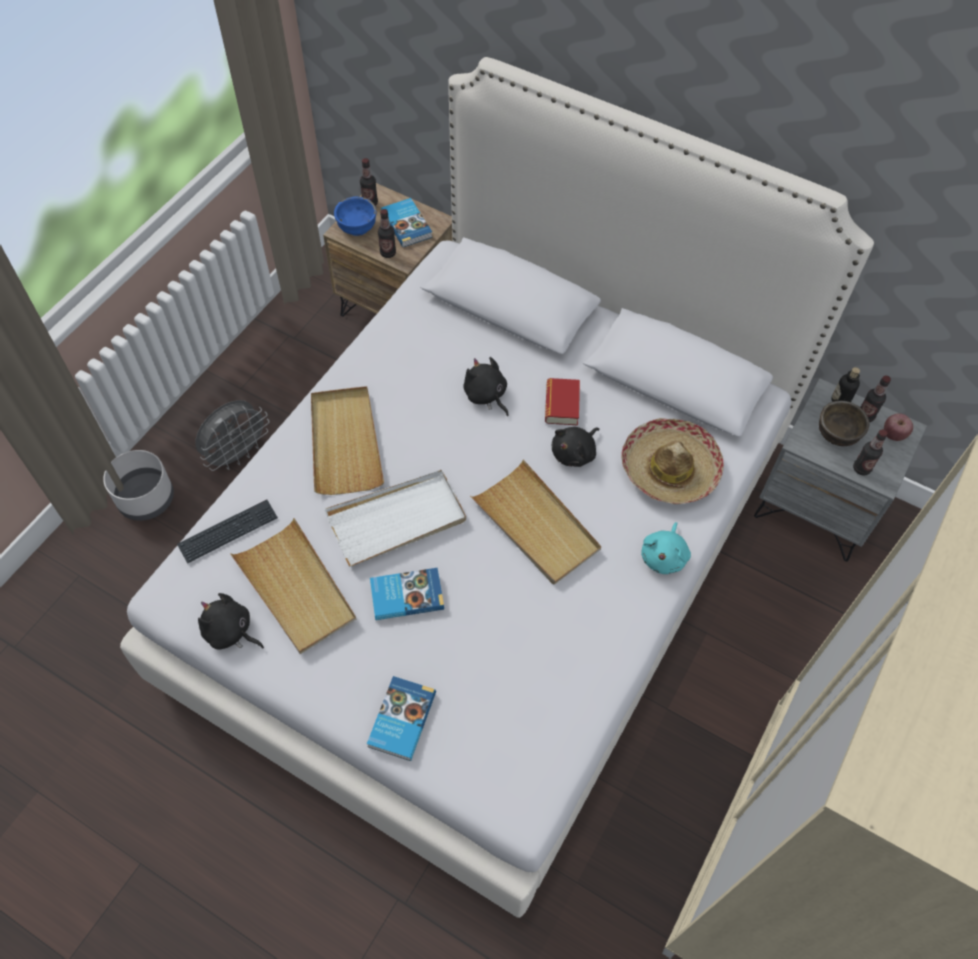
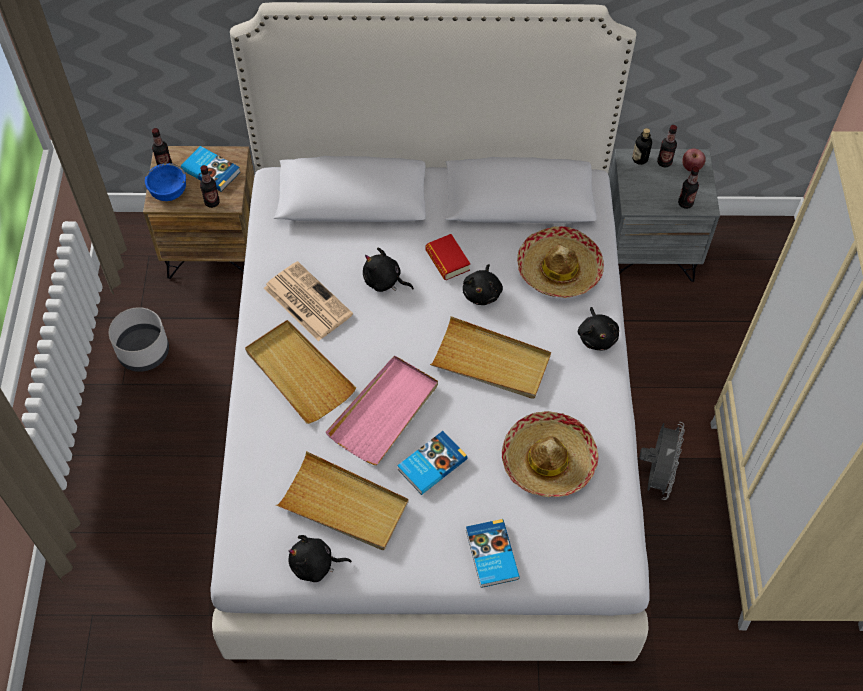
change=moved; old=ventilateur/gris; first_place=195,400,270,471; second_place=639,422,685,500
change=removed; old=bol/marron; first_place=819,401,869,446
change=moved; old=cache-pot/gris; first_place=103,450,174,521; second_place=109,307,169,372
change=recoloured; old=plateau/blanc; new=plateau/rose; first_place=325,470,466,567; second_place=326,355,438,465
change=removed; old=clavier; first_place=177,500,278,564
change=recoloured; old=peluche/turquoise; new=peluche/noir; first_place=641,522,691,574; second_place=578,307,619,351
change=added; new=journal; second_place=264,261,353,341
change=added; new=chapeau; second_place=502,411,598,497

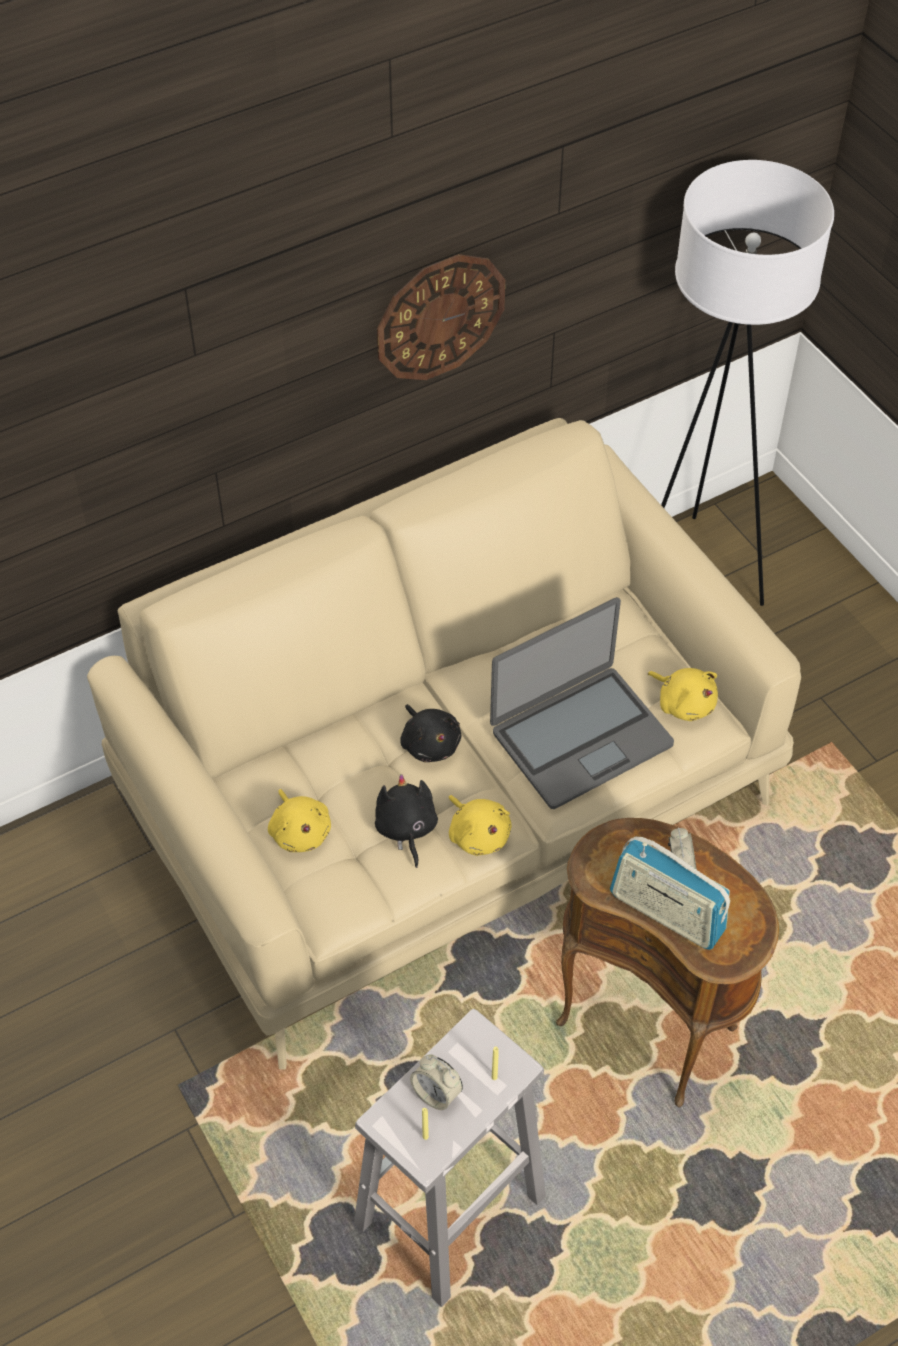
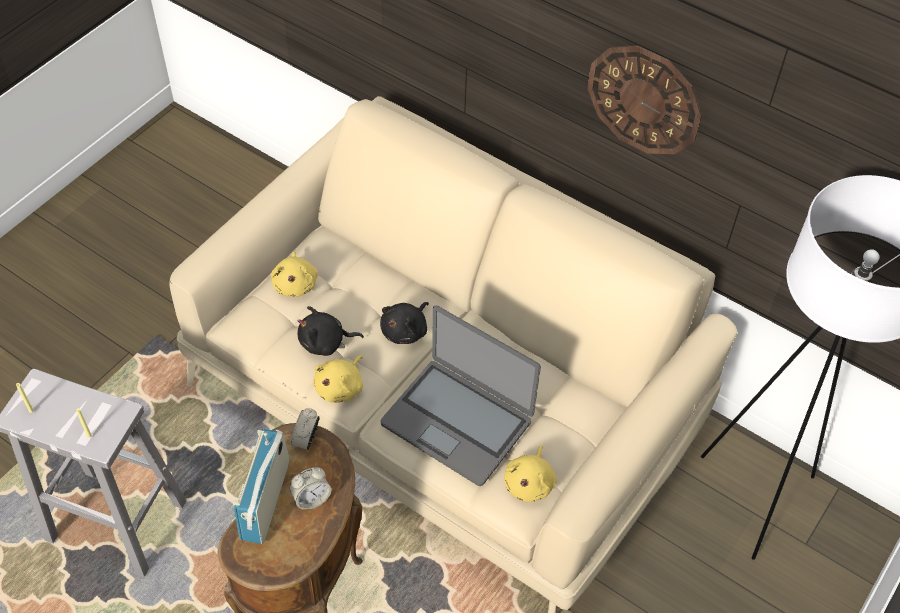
change=turned; old=peluche/noir; first_place=375,774,438,868; second_place=298,306,364,356; degrees=-150
change=turned; old=peluche/jaune; first_place=268,789,331,852; second_place=271,251,318,297; degrees=-45
change=moved; old=réveil; first_place=410,1054,463,1111; second_place=290,408,320,450

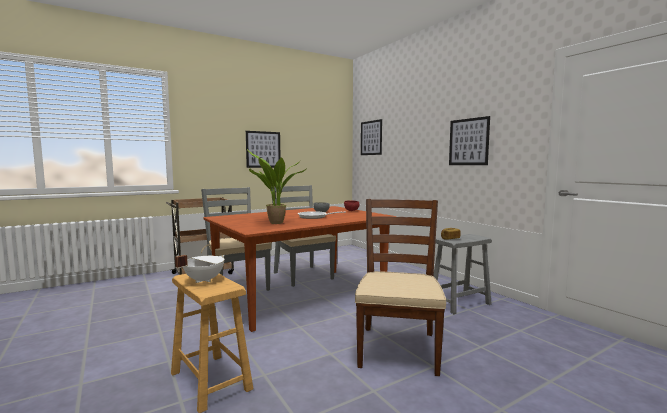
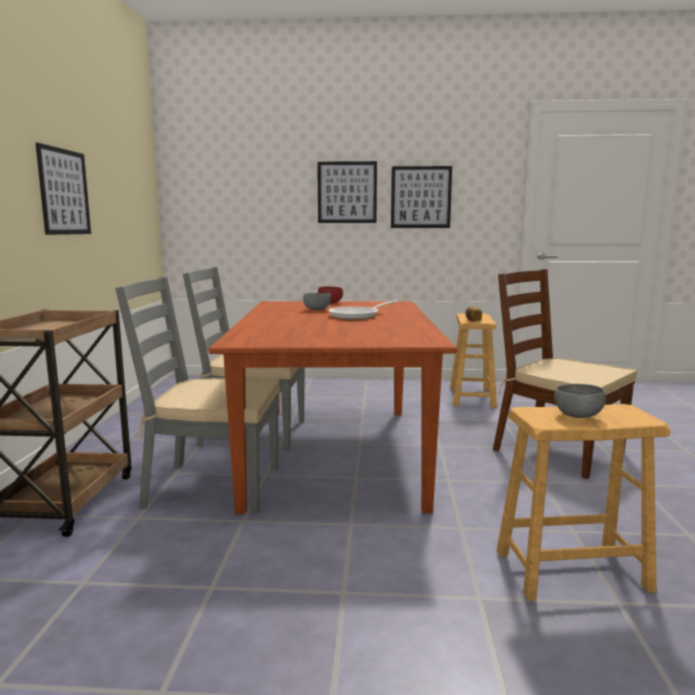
change=moved; old=tableau; first_place=361,119,382,155; second_place=317,161,377,223
change=removed; old=plante en pot; first_place=247,149,307,224
change=recoloured; old=tabouret/gris; new=tabouret/marron; first_place=434,234,492,314; second_place=450,313,497,408
change=replaced; old=marmite/blanc; new=bol/gris; first_place=175,255,225,283; second_place=554,384,606,418

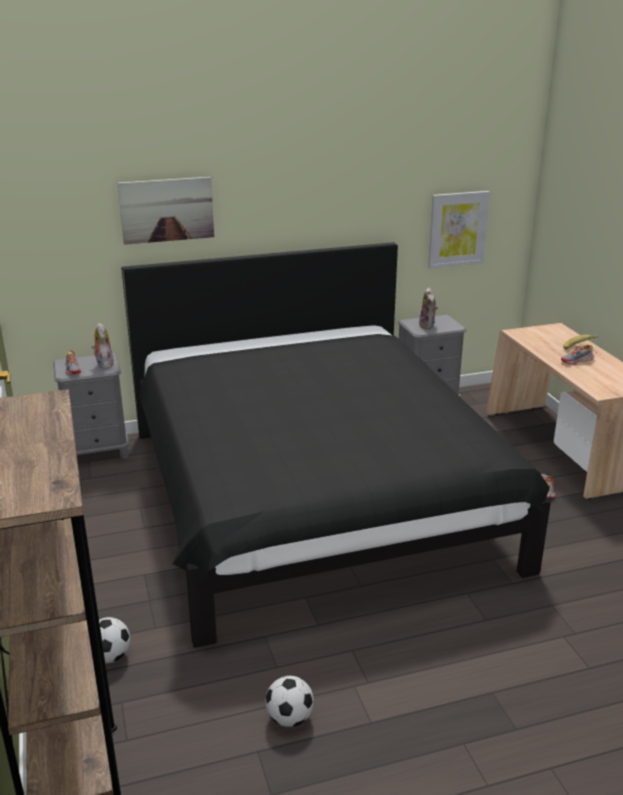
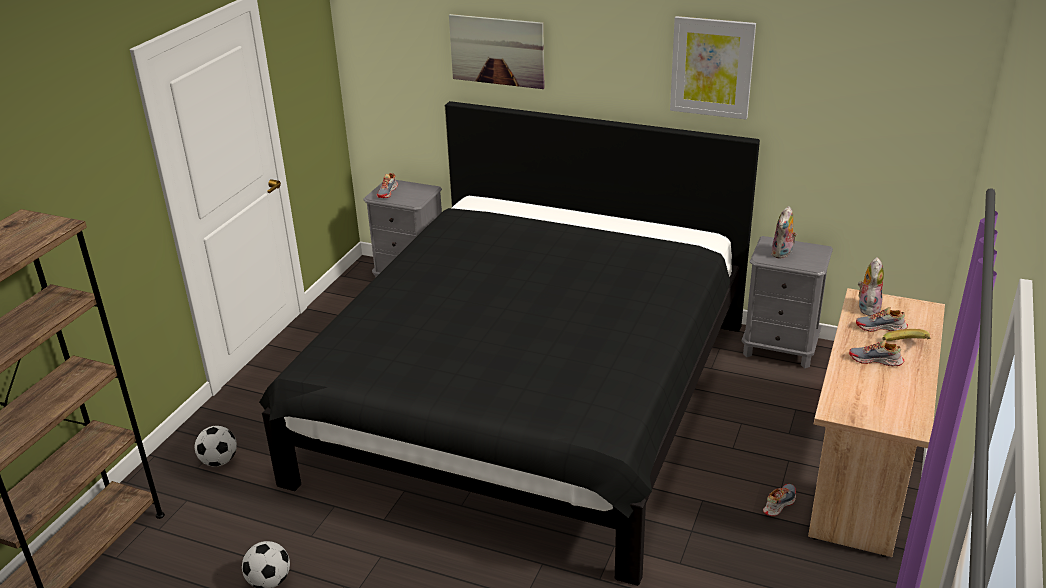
change=moved; old=tableau; first_place=428,191,490,269; second_place=670,16,756,119
change=moved; old=peluche; first_place=92,323,114,368; second_place=858,257,884,316
change=added; new=chaussure; second_place=856,307,908,332

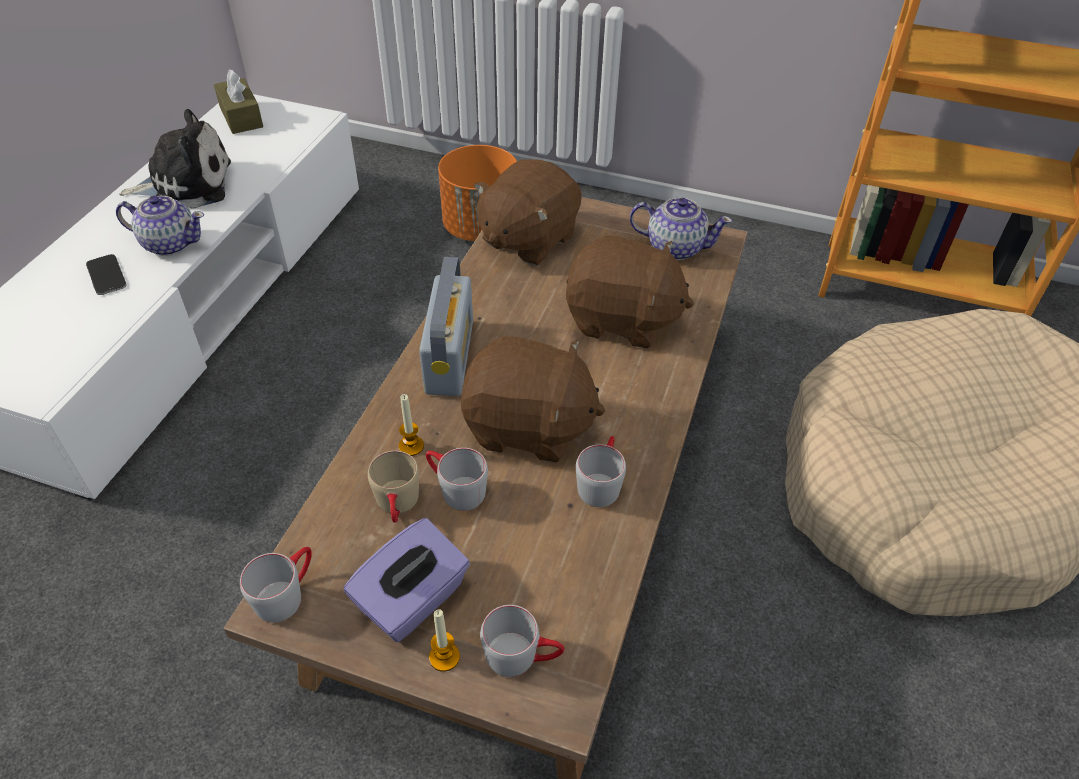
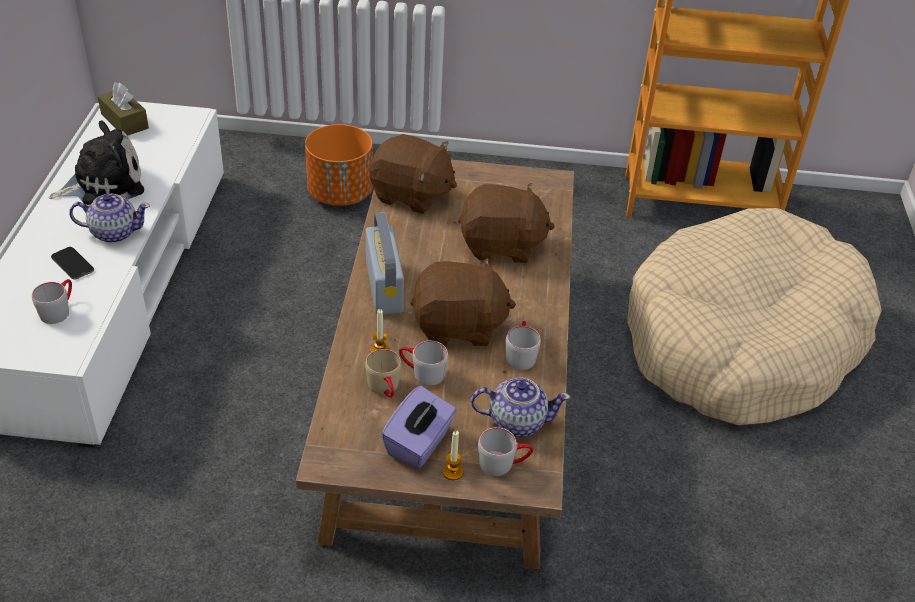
change=turned; old=peluche/marron; first_place=474,160,582,265; second_place=369,134,457,214; degrees=-90
change=moved; old=théière; first_place=630,198,732,260; second_place=471,378,571,437
change=moved; old=mug/gris; first_place=240,547,312,623; second_place=32,279,72,324

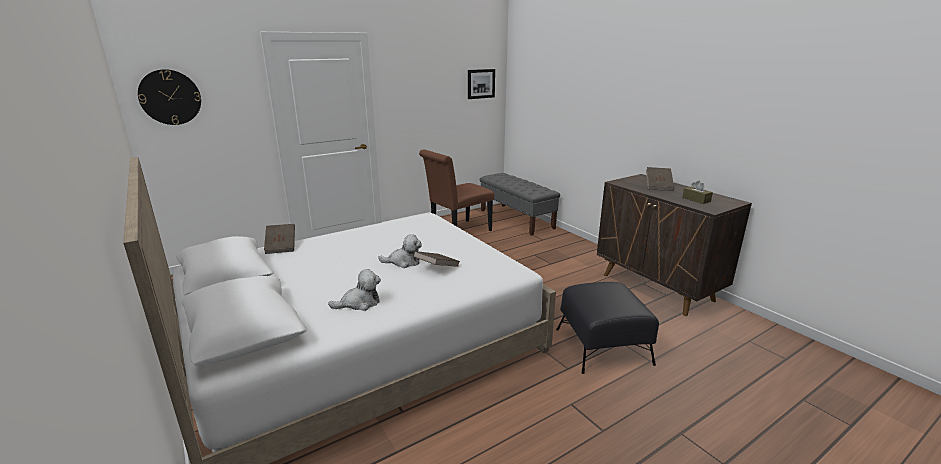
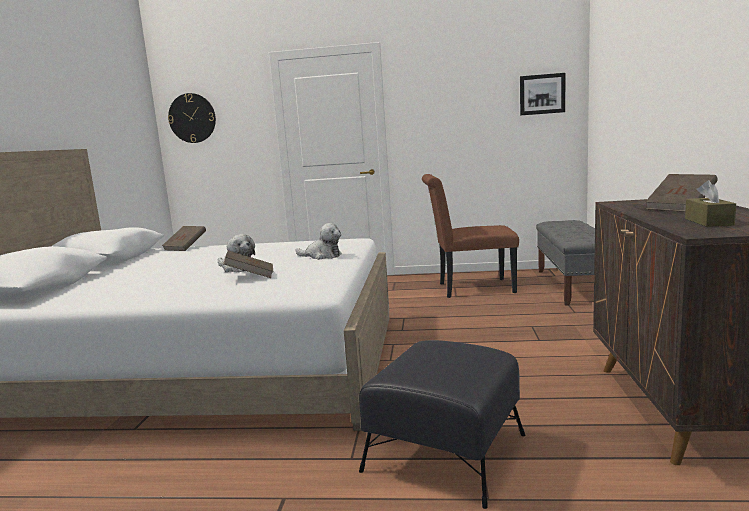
change=moved; old=peluche; first_place=328,269,381,311; second_place=295,223,342,260

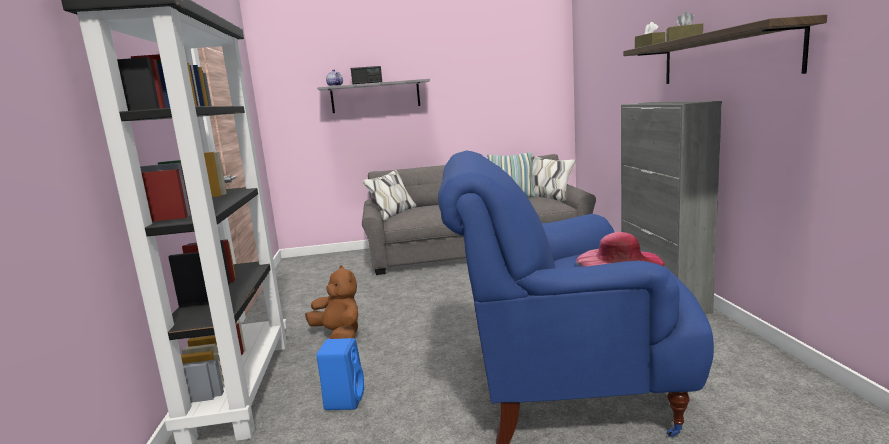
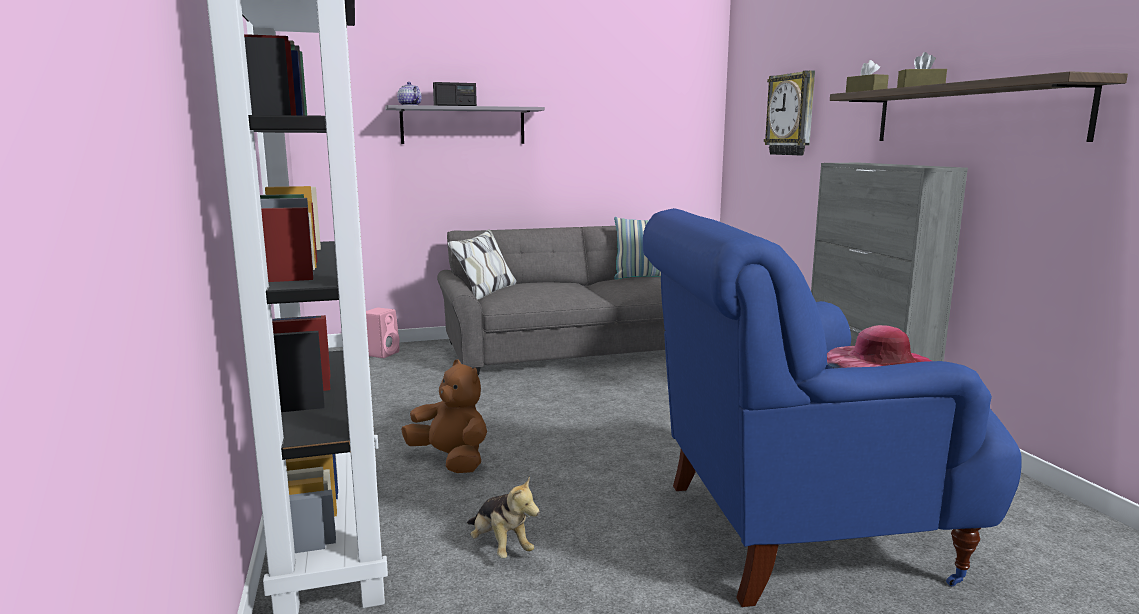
change=replaced; old=enceinte/bleu; new=peluche; first_place=316,338,364,410; second_place=467,476,540,558
change=added; new=horloge murale; second_place=764,70,815,156
change=added; new=enceinte/rose; second_place=366,308,400,358

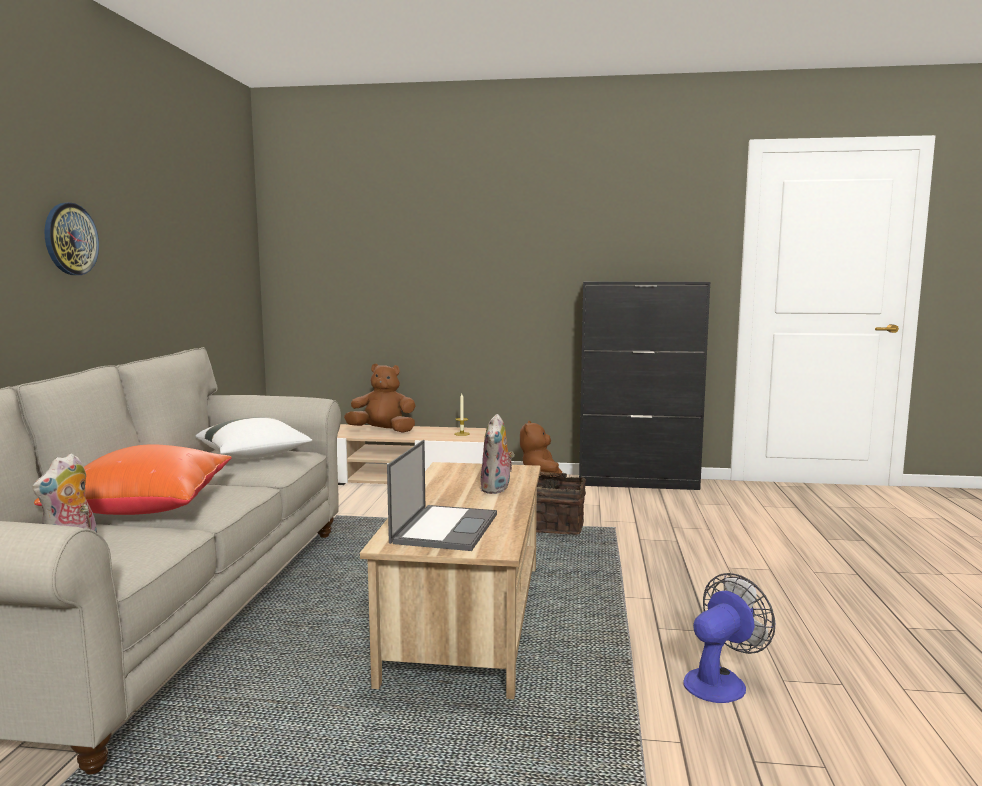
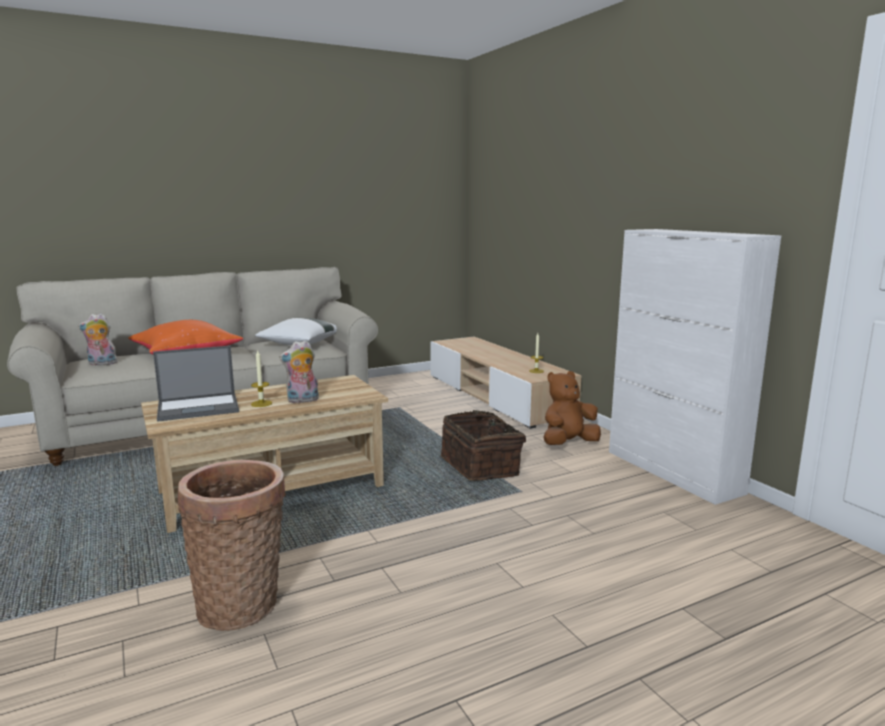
change=removed; old=horloge murale; first_place=45,203,99,275
change=recoloured; old=meuble de rangement/noir; new=meuble de rangement/blanc; first_place=579,281,710,490; second_place=609,229,781,505
change=removed; old=peluche/marron; first_place=344,363,416,433
change=replaced; old=ventilateur; new=panier; first_place=684,573,775,703; second_place=177,460,286,631
change=added; new=bougie; second_place=251,351,272,407

